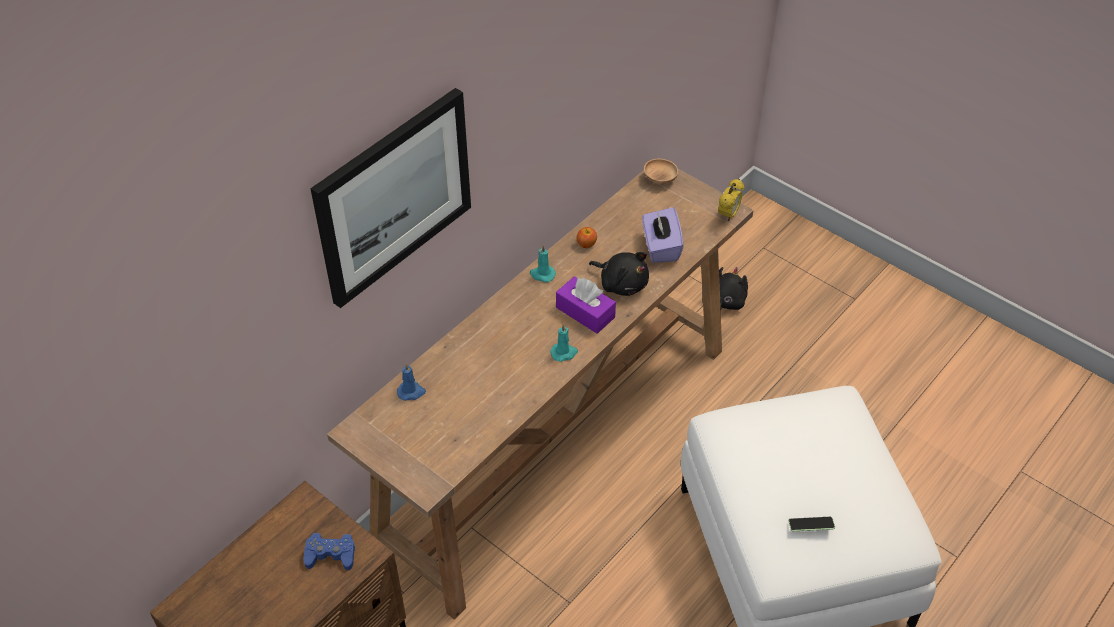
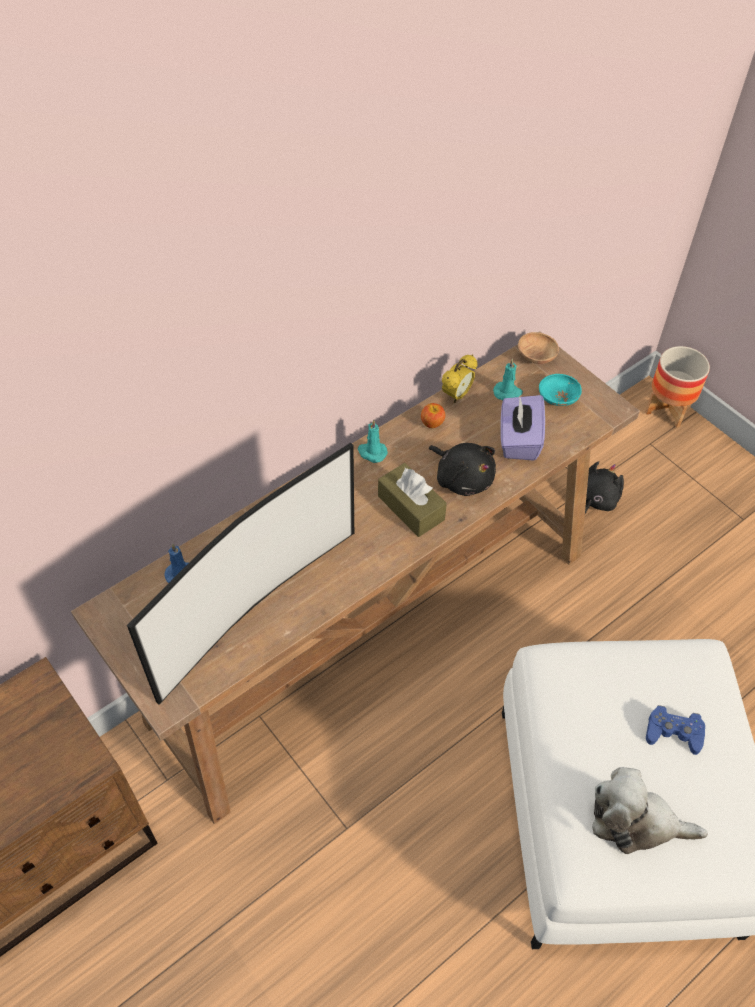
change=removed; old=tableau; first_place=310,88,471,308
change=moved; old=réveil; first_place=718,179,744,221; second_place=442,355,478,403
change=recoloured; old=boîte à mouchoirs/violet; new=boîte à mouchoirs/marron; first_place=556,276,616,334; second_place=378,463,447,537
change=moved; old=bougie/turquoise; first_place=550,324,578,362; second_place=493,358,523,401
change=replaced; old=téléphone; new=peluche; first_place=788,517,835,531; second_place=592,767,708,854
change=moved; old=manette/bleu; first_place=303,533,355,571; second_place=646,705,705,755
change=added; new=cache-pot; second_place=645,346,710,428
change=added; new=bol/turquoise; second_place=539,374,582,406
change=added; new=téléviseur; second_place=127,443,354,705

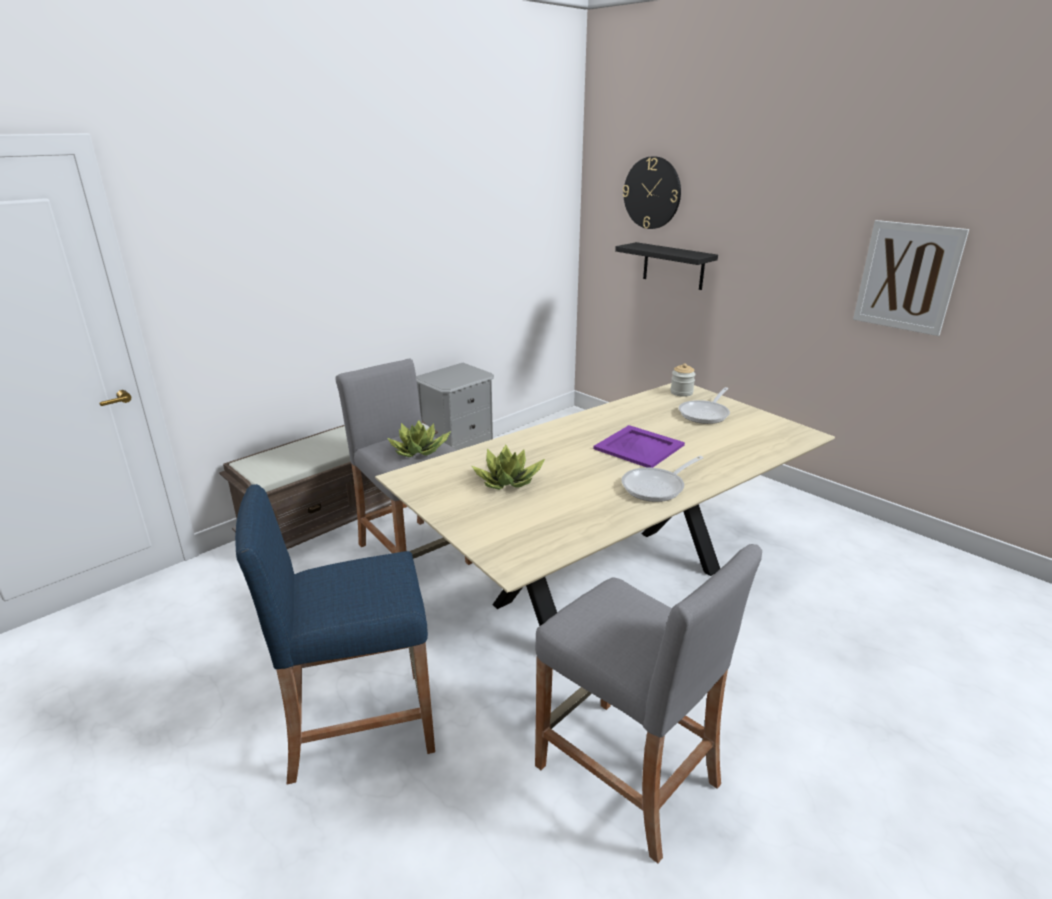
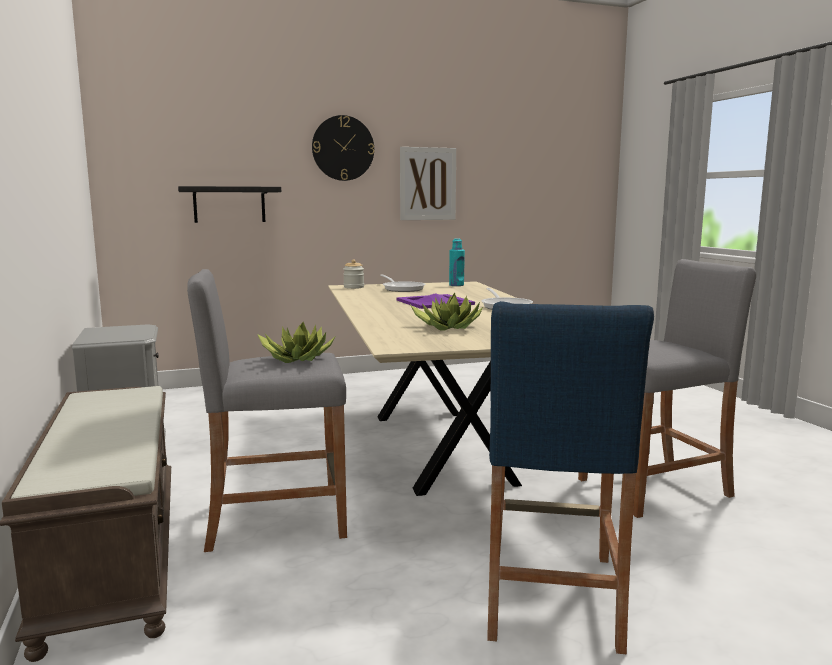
change=moved; old=horloge murale; first_place=623,156,681,229; second_place=312,115,374,181
change=added; new=bouteille/turquoise; second_place=449,238,465,286

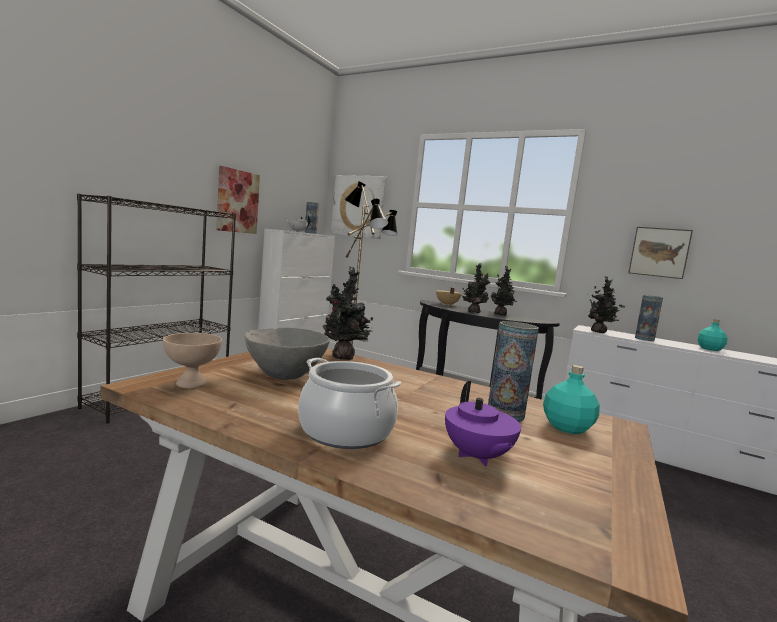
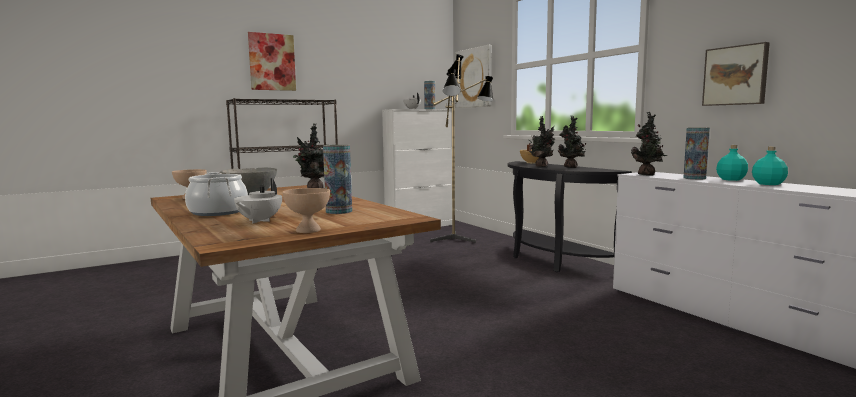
change=moved; old=tableau; first_place=216,166,260,234; second_place=248,32,296,91
change=moved; old=bouteille/turquoise; first_place=543,365,600,434; second_place=716,145,748,181
change=recoloured; old=théière/violet; new=théière/blanc; first_place=445,381,521,466; second_place=234,178,282,224
change=added; new=bol/beige; second_place=282,188,330,233

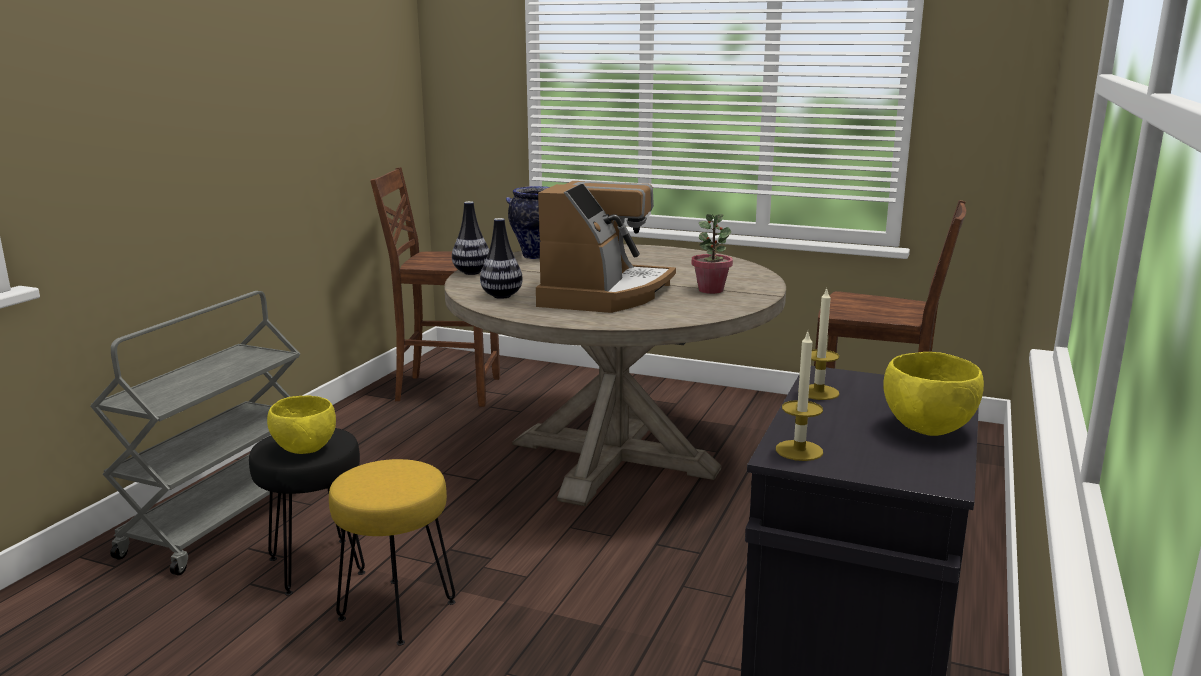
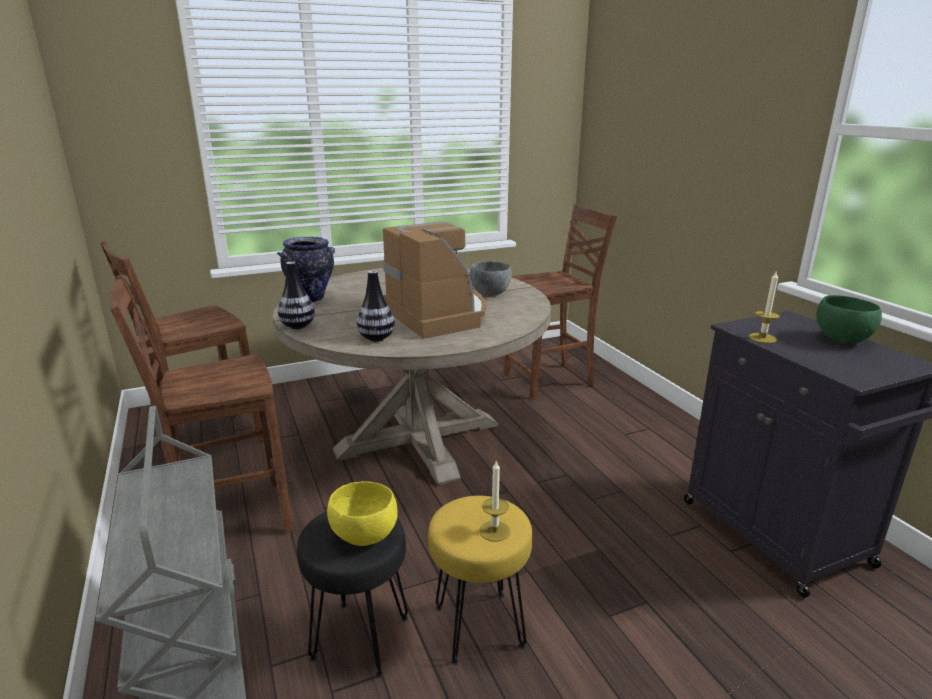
change=replaced; old=plante en pot; new=bol/gris; first_place=692,214,733,294; second_place=469,261,511,296
change=moved; old=bougie; first_place=776,332,823,461; second_place=479,460,510,542
change=recoloured; old=bol/jaune; new=bol/vert; first_place=883,352,984,436; second_place=816,295,882,344
change=added; new=chaise/marron; second_place=110,275,294,533

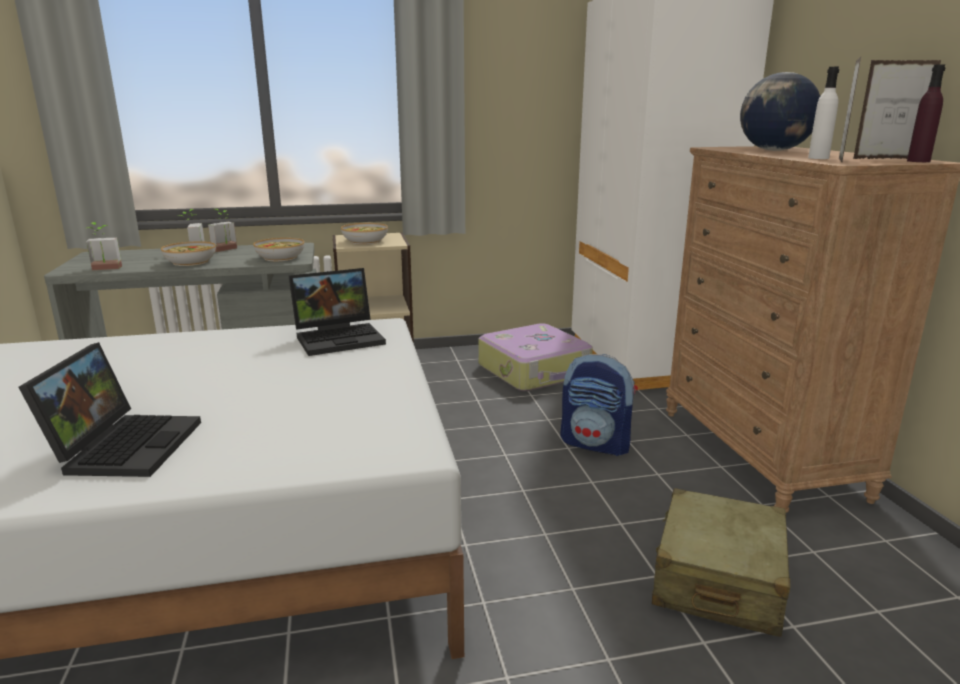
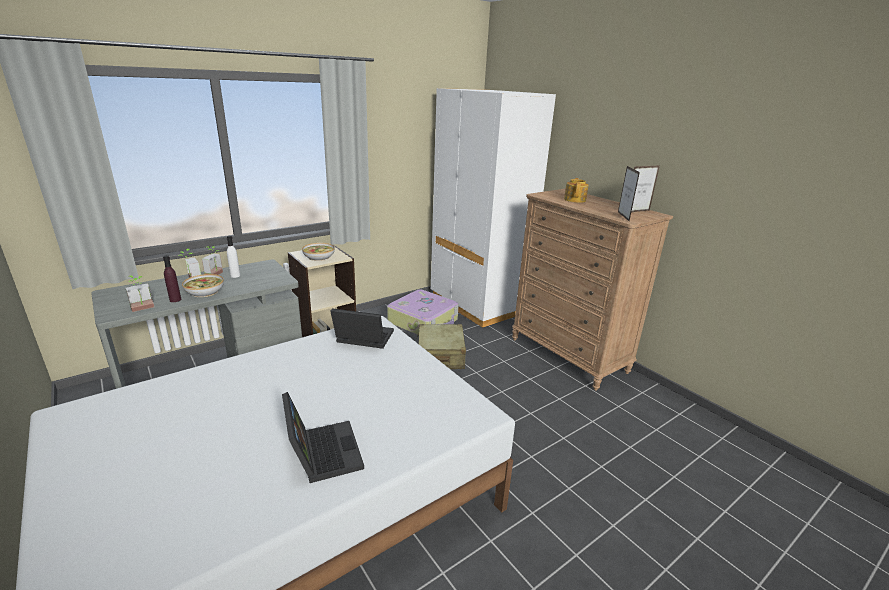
change=moved; old=bouteille/violet; first_place=907,64,946,162; second_place=163,255,181,302
change=moved; old=bouteille/blanc; first_place=808,67,839,159; second_place=227,236,240,278
change=replaced; old=globe; new=théière; first_place=740,72,820,151; second_place=564,178,588,203
change=removed; old=bol; first_place=253,238,304,261
change=turned; old=ordinateur portable; first_place=289,268,386,356; second_place=330,308,394,349; degrees=-120
change=removed; old=sac à dos; first_place=560,354,638,456
change=moved; old=valise/beige; first_place=652,488,791,637; second_place=417,324,466,369

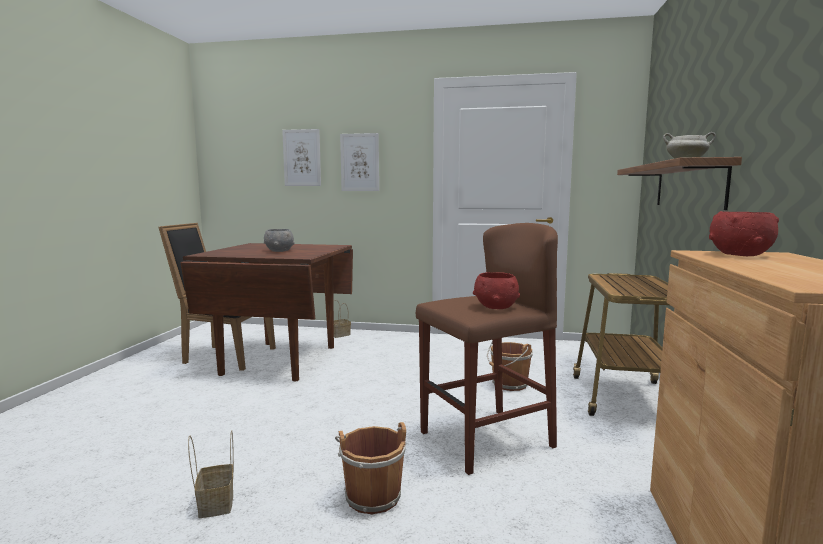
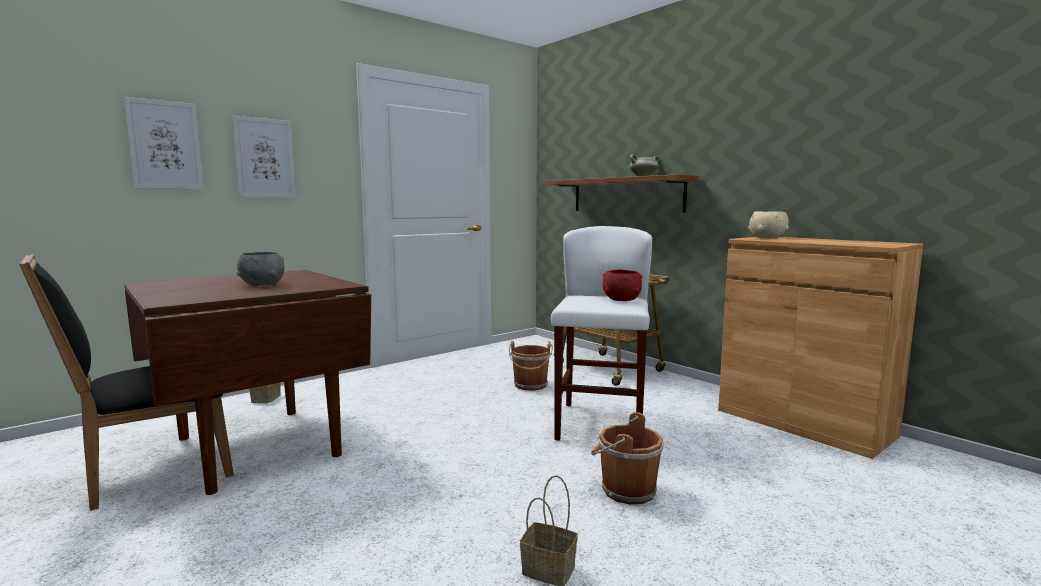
change=recoloured; old=bol/rouge; new=bol/beige; first_place=709,211,779,256; second_place=748,211,789,239
change=recoloured; old=tabouret/marron; new=tabouret/blanc; first_place=416,223,558,475; second_place=551,226,652,440

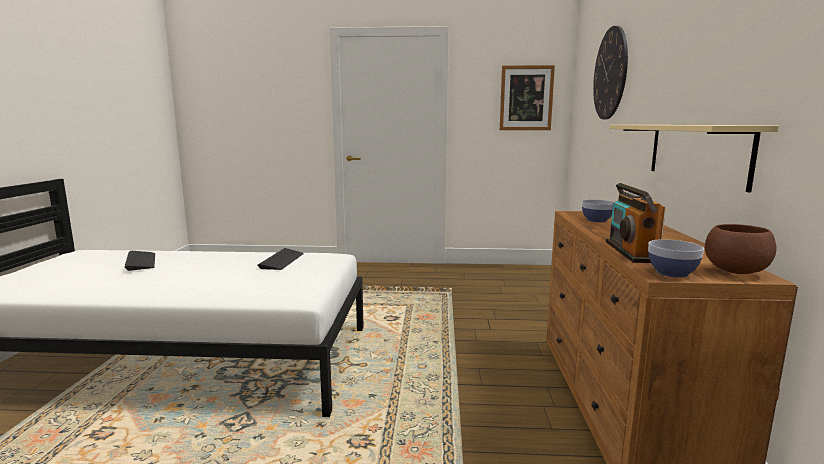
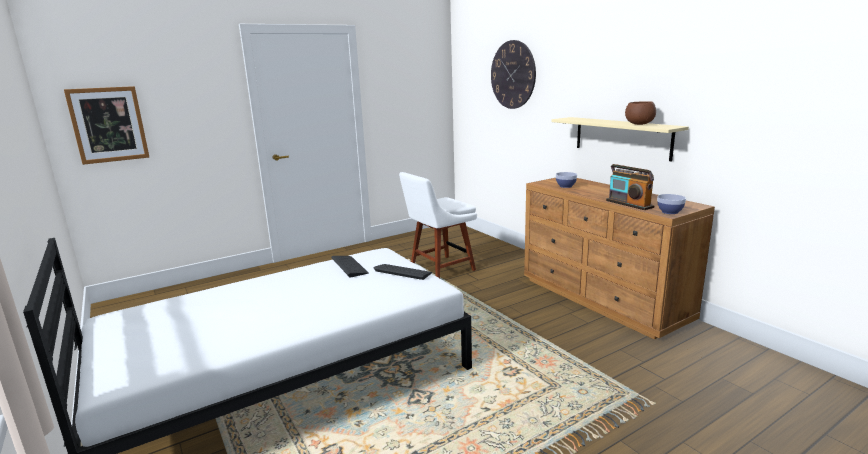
change=moved; old=tableau; first_place=500,65,555,130; second_place=64,86,149,165
change=moved; old=bol/marron; first_place=705,224,776,274; second_place=625,101,656,125
change=moved; old=clavier; first_place=125,251,155,271; second_place=374,264,433,280
change=added; new=chaise/blanc; second_place=399,172,477,278

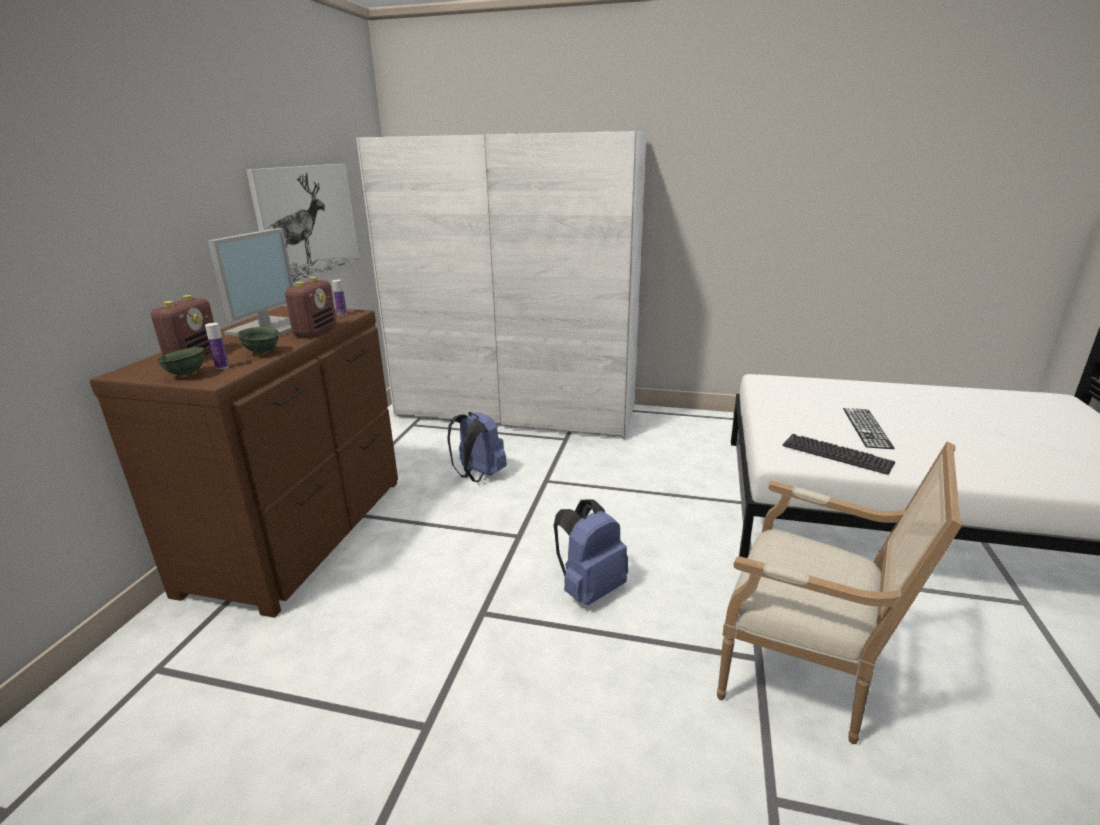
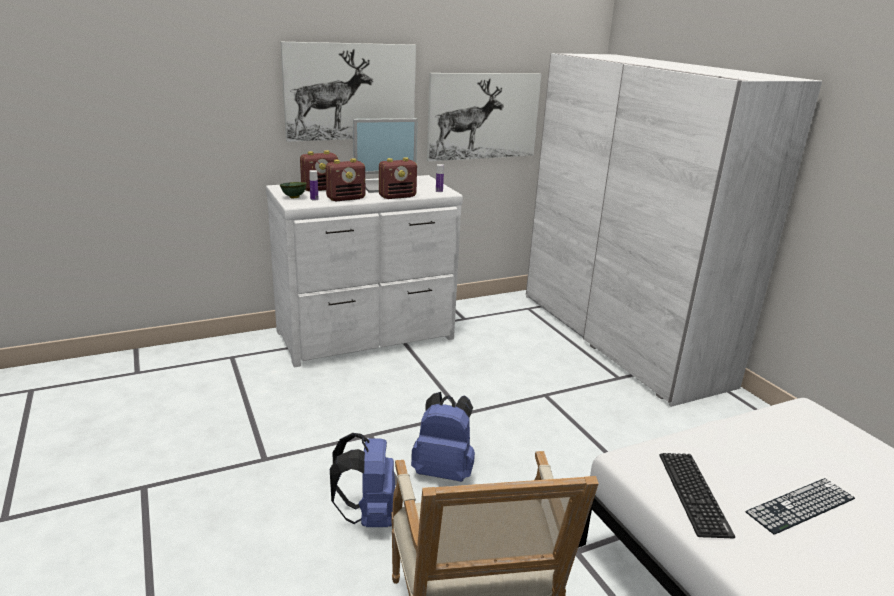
change=recoloured; old=commode/marron; new=commode/blanc; first_place=90,306,398,618; second_place=266,175,463,367
change=replaced; old=bol/vert; new=radio; first_place=237,327,280,355; second_place=326,159,365,201
change=moved; old=sac à dos/bleu; first_place=447,412,507,482; second_place=330,433,395,527
change=added; new=tableau; second_place=280,42,416,142

